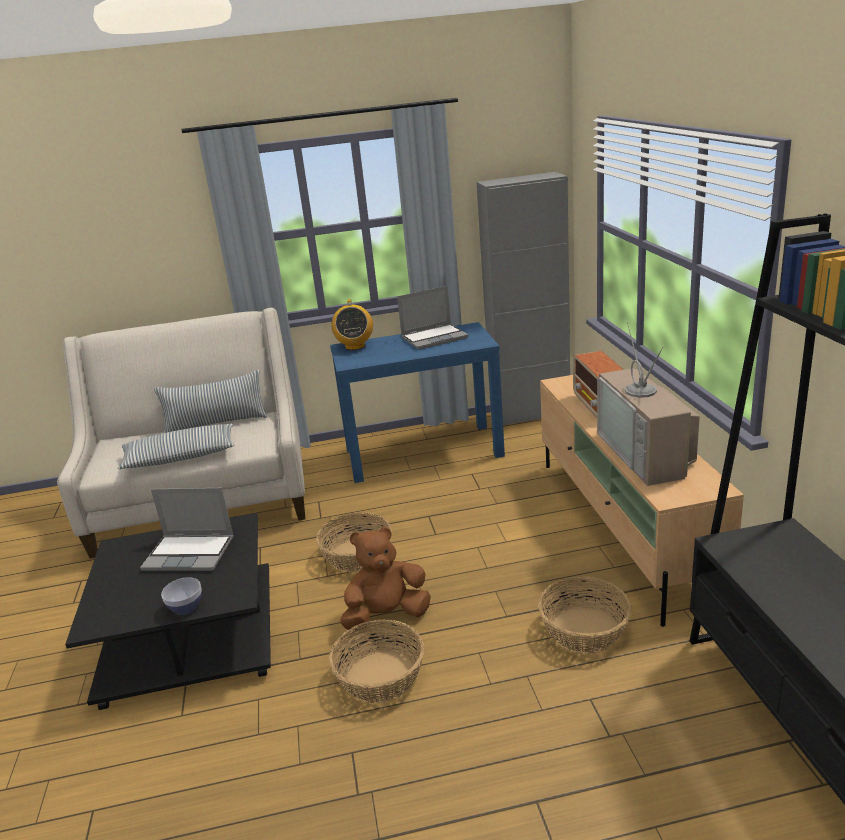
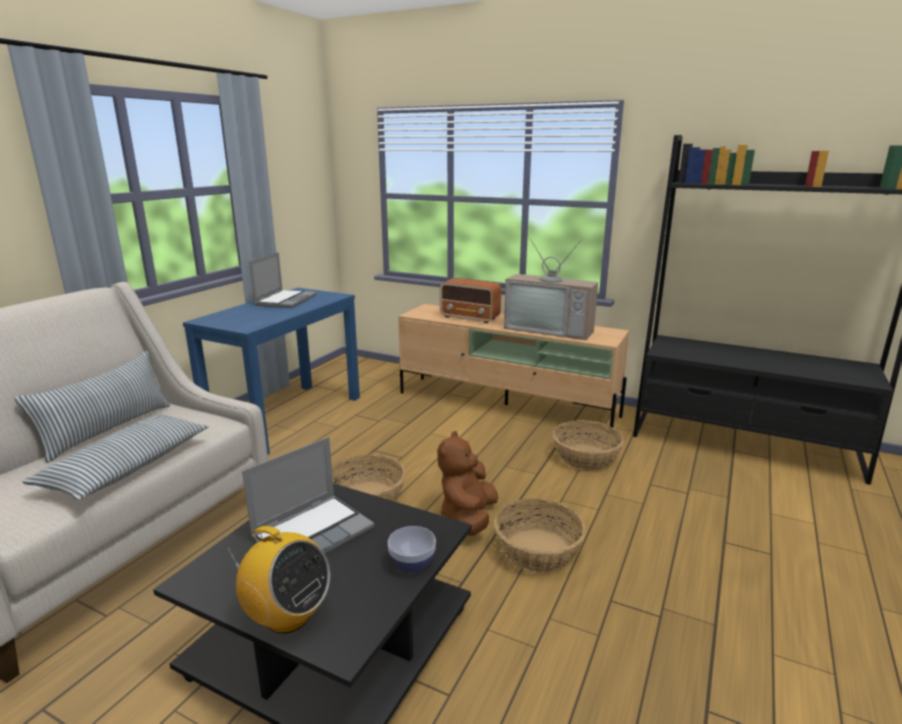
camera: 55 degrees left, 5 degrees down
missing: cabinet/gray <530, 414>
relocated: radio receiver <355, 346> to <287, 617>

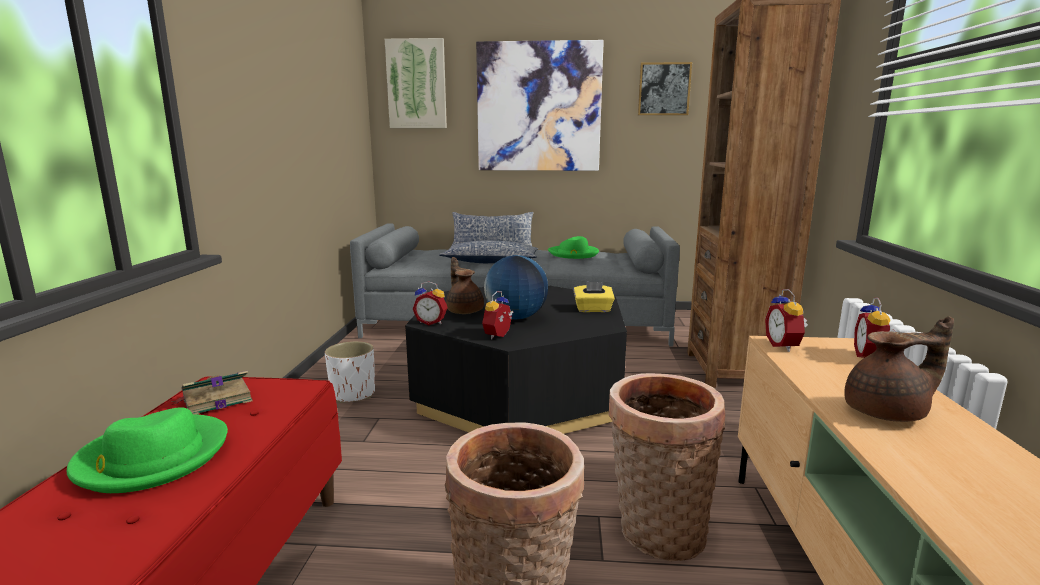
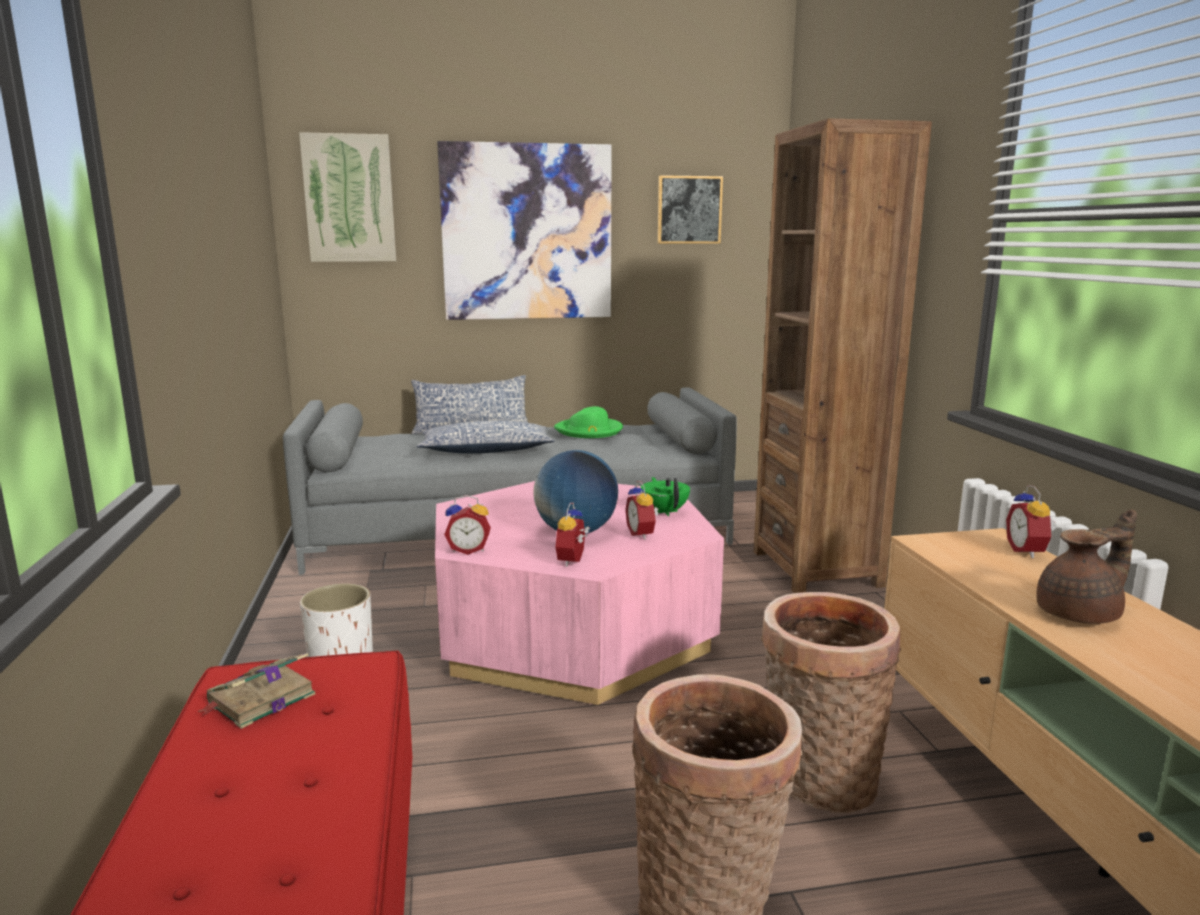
camera: 15 degrees left, 0 degrees up
missing: wearable hat/green-coloured <152, 457>; tea pot/brown <464, 310>
relocated: alarm clock <784, 346> to <642, 534>
exchanged: tissue holder/yellow <593, 309> to tea pot/green-coloured <665, 512>
colour: coffee table/blackish <519, 393> to coffee table/pink <573, 630>

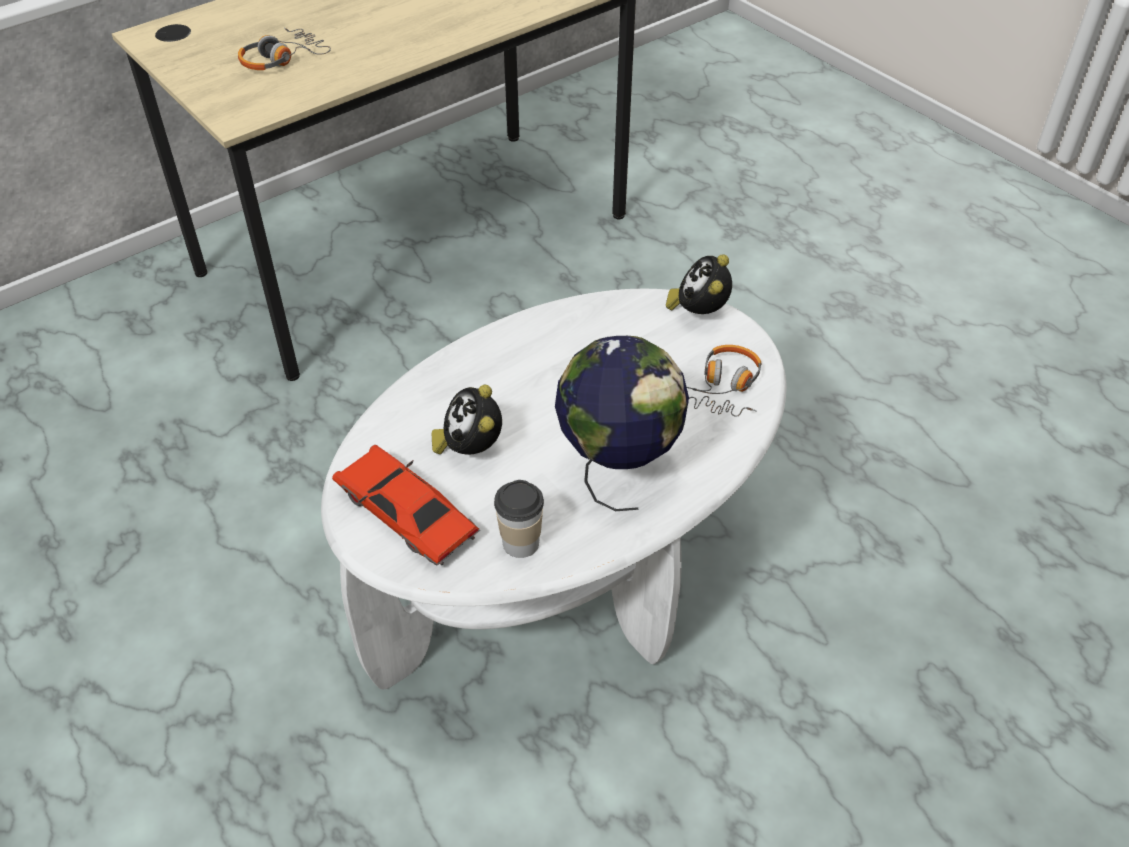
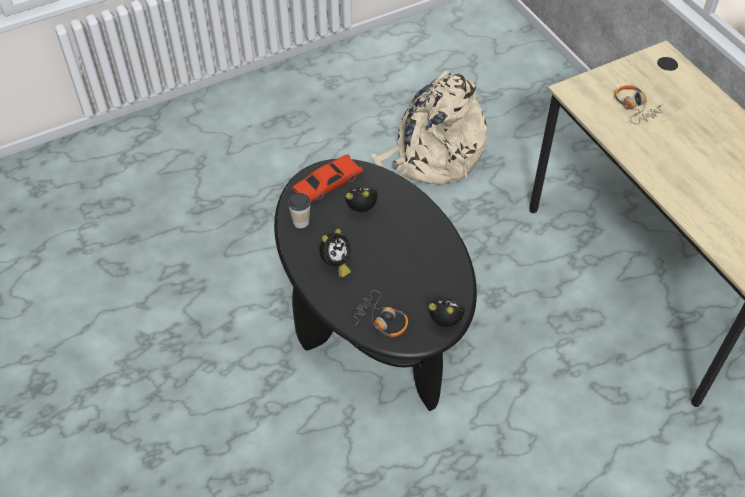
camera: 100 degrees right, 5 degrees up
appeared: backpack/beige-coloured <432, 157>
exchanged: world globe <618, 469> to alarm clock <335, 264>
colour: coffee table/white-coloured <564, 569> to coffee table/blackish <372, 319>

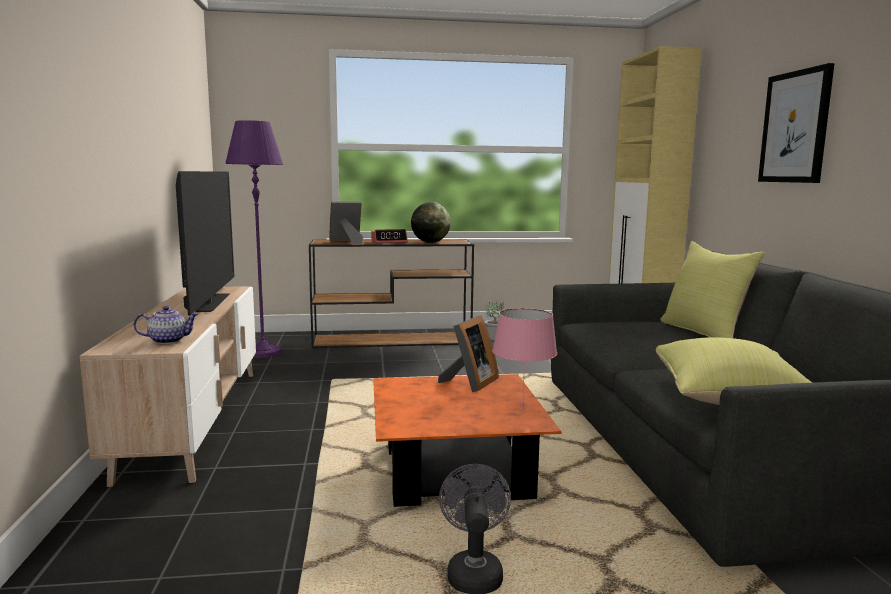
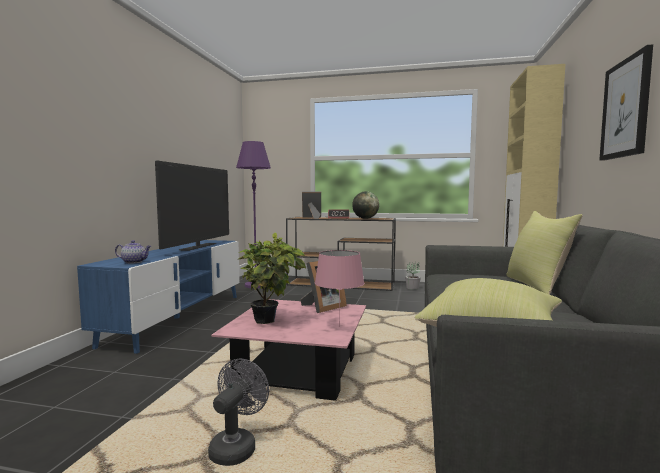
camera: 20 degrees right, 5 degrees down
appeared: plant in a pot <271, 321>
colour: tv stand/beige-coloured <195, 419> to tv stand/blue-coloured <178, 318>; coffee table/orange <456, 471> to coffee table/pink <298, 371>

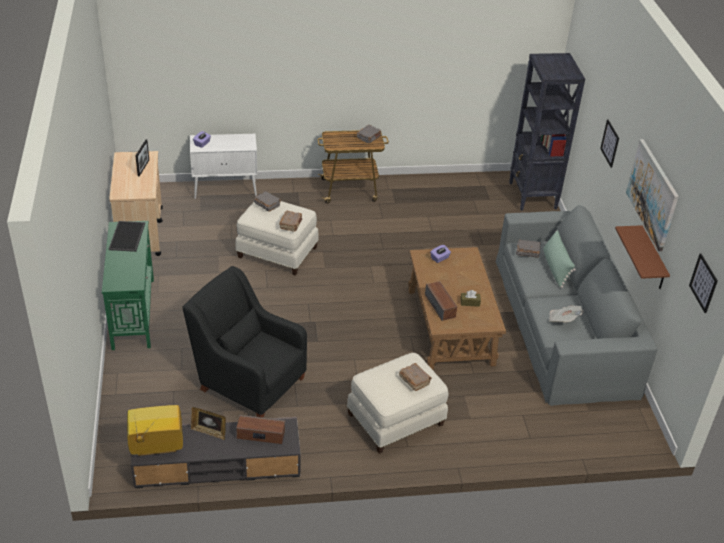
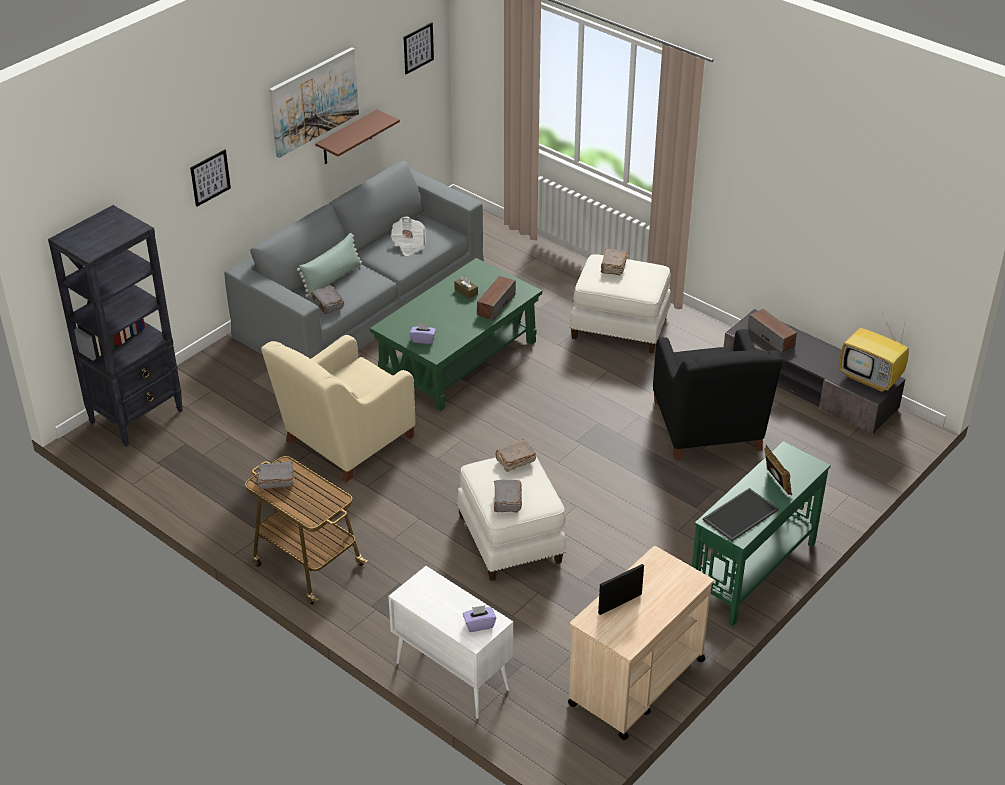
camera: 130 degrees left, 0 degrees up
appeared: armchair/beige-coloured <345, 441>
relocated: standing frame <209, 432> to <775, 483>
colour: coffee table/brown <451, 327> to coffee table/green-coloured <458, 358>

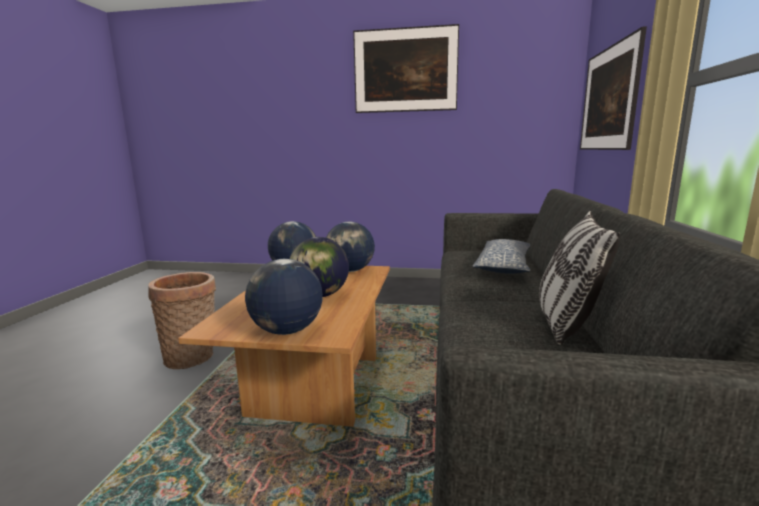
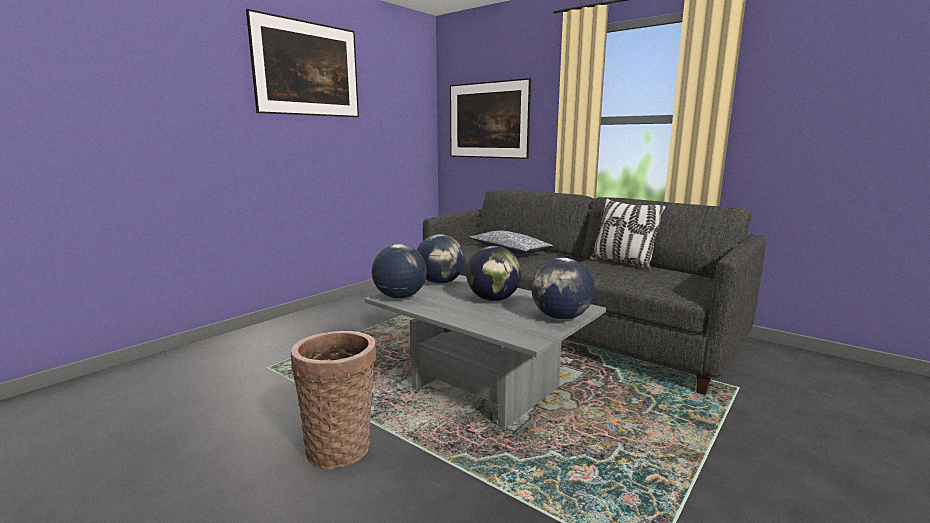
camera: 60 degrees left, 0 degrees up
colour: coffee table/brown <313, 382> to coffee table/gray <481, 388>

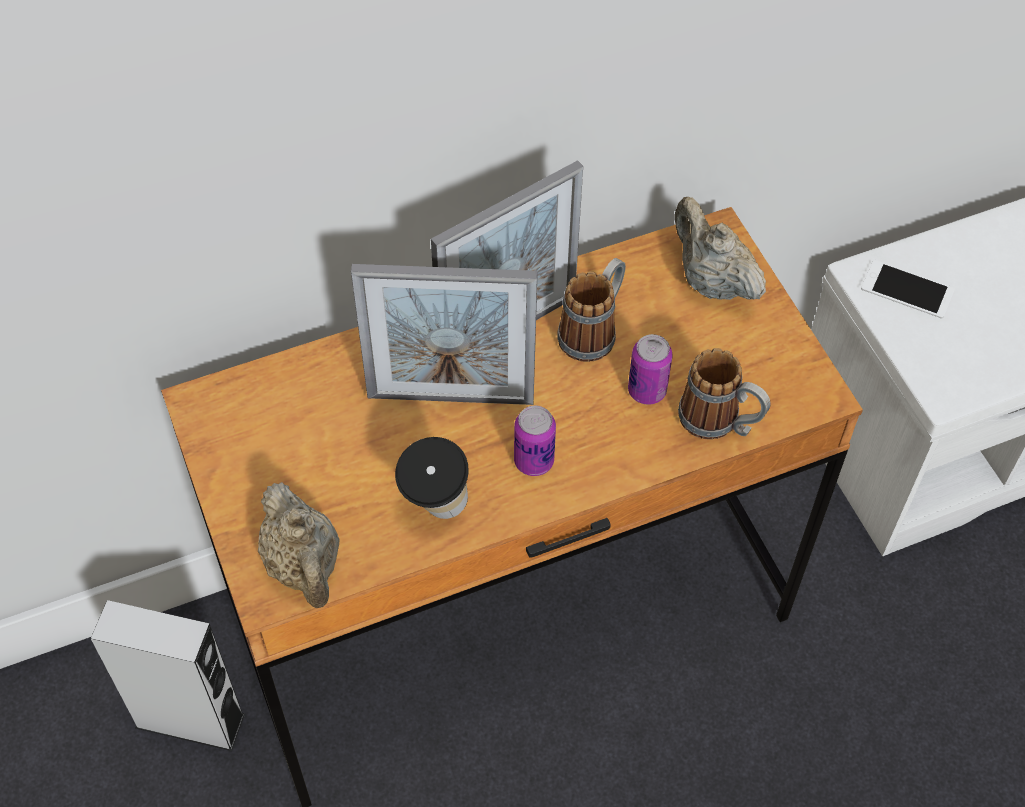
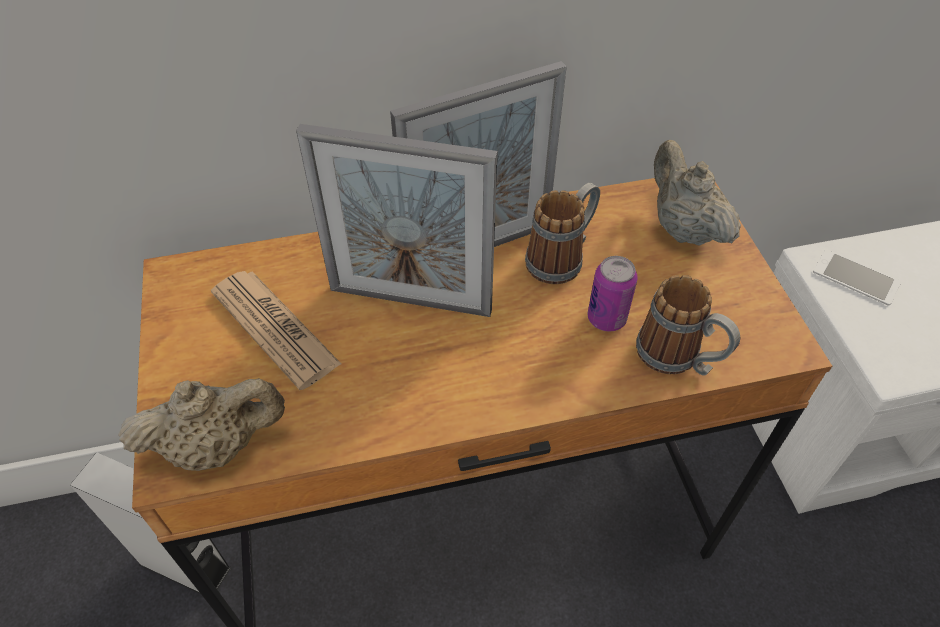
camera: 10 degrees right, 5 degrees down
missing: small cup <436, 511>; sealed can <534, 461>
appeared: printed paper <274, 328>
spun: tea pot/beige-coloured <304, 567> = <217, 445> 90 degrees counterclockwise

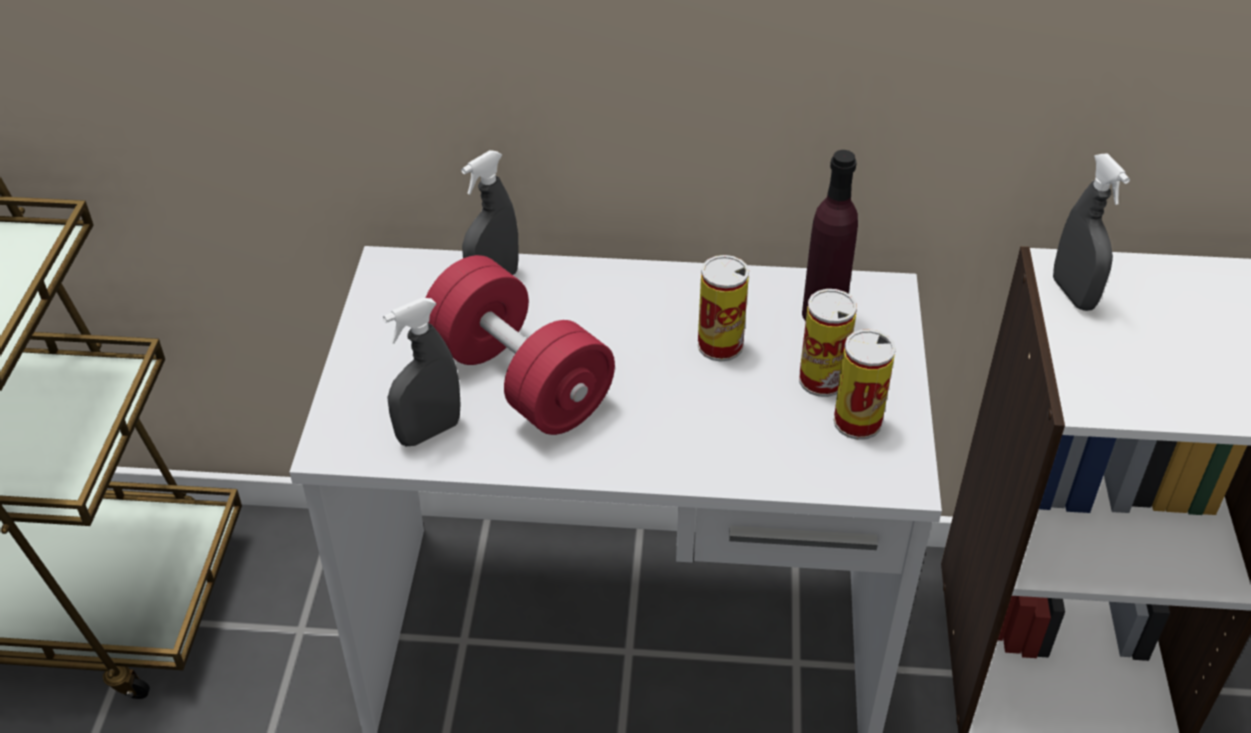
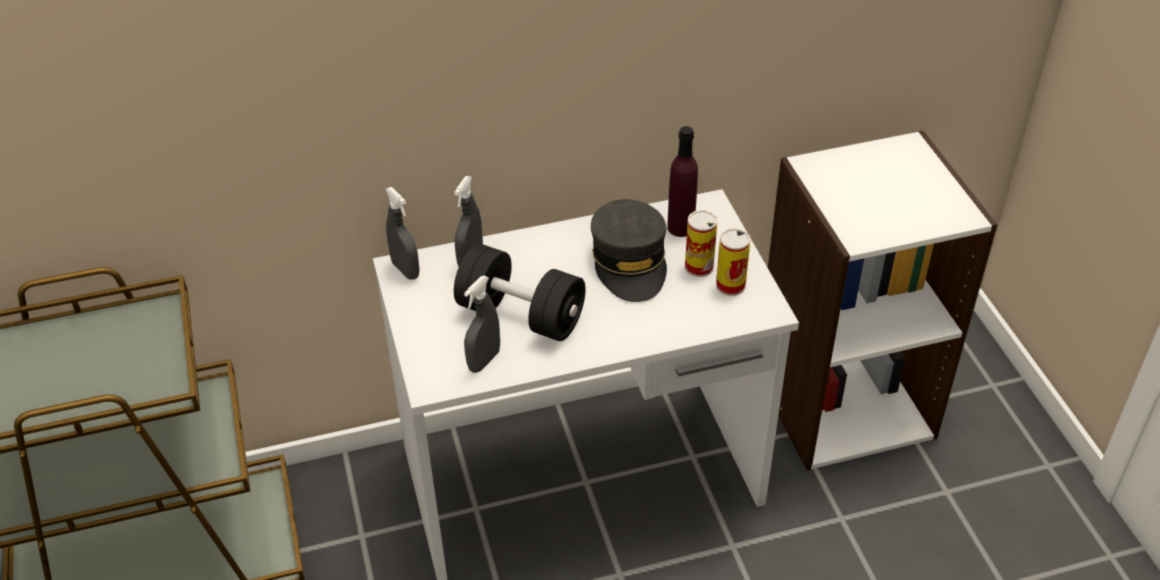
camera: 20 degrees left, 0 degrees up
relocated: spray bottle/gray <1073, 294> to <405, 270>
exchanged: sealed can <720, 345> to baseball cap/gray <630, 262>
colour: hand weight/red <519, 379> to hand weight/blackish <521, 315>

